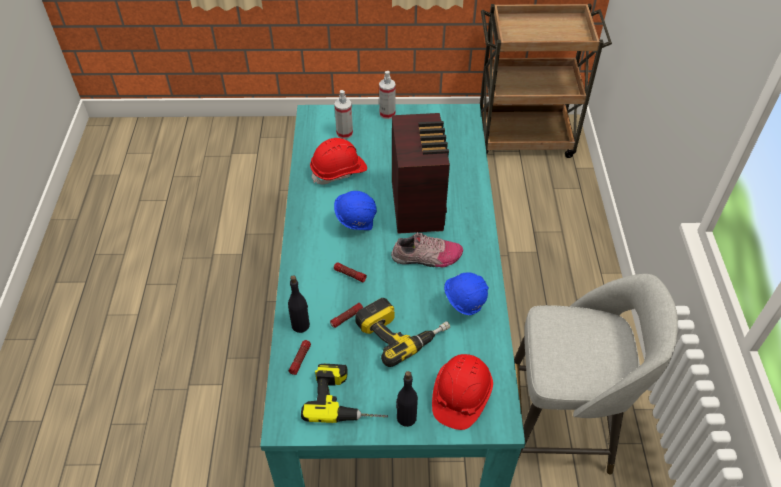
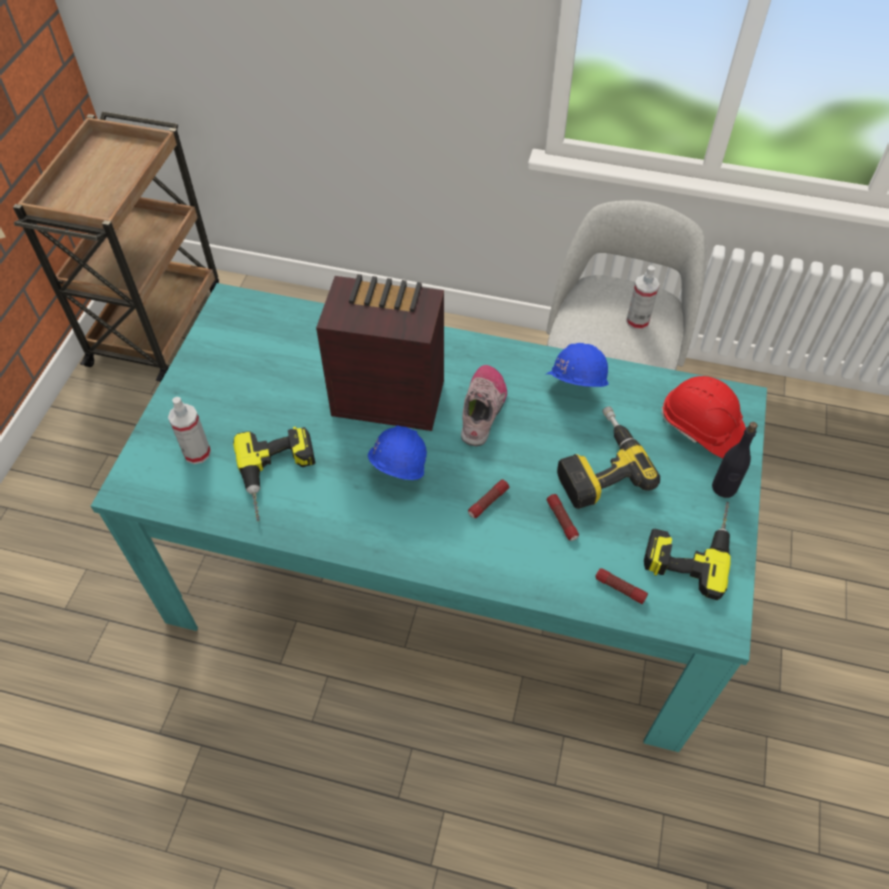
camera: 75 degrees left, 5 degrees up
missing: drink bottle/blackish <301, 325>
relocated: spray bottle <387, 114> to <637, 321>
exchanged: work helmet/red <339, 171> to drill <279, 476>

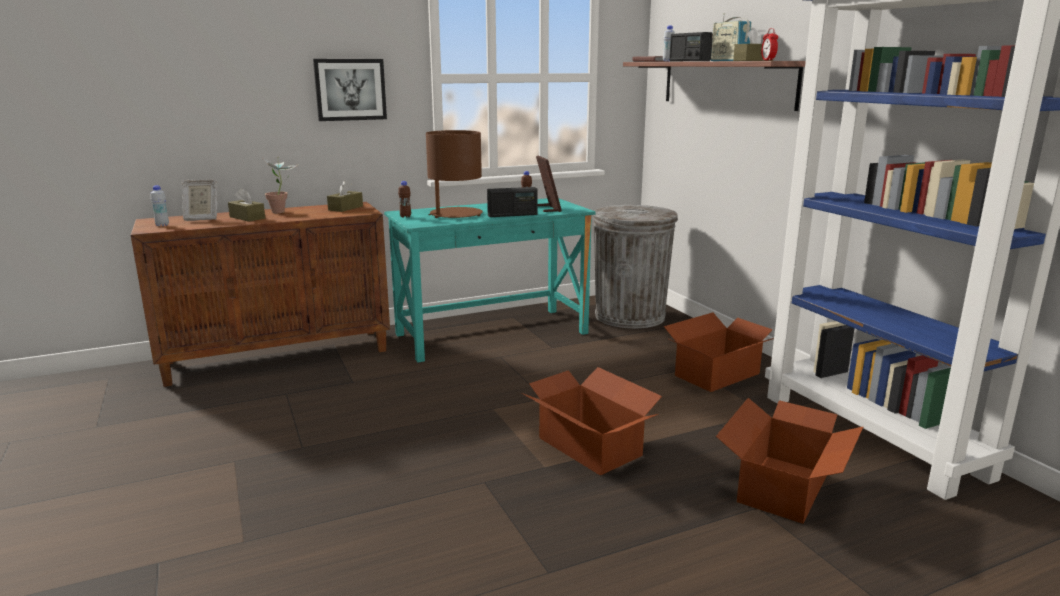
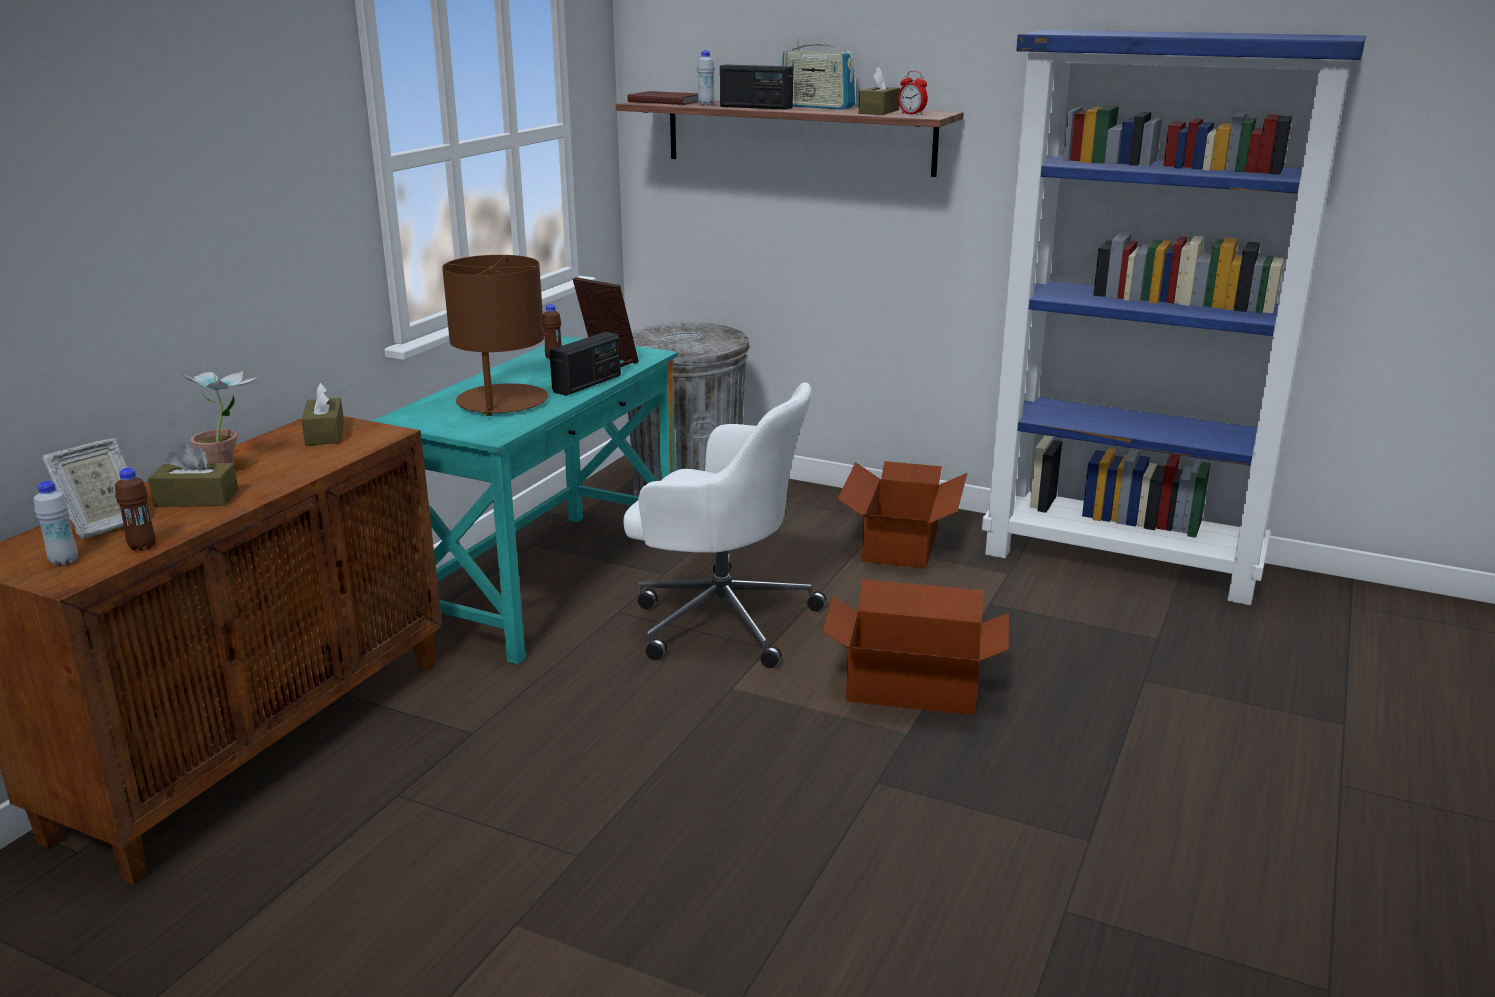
camera: 40 degrees left, 5 degrees up
missing: picture <350, 89>; cardboard box <784, 488>
appeared: office chair/white-coloured <720, 618>
relocated: drink bottle/brown <405, 216> to <142, 546>

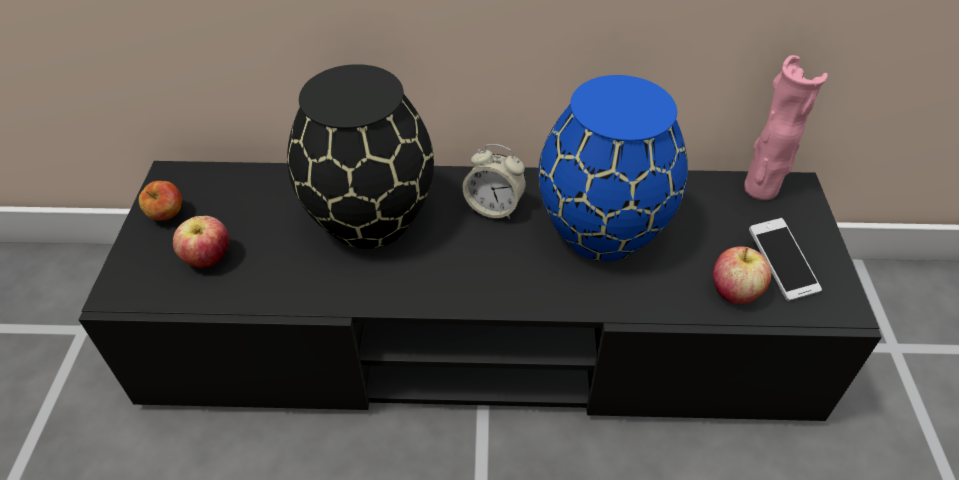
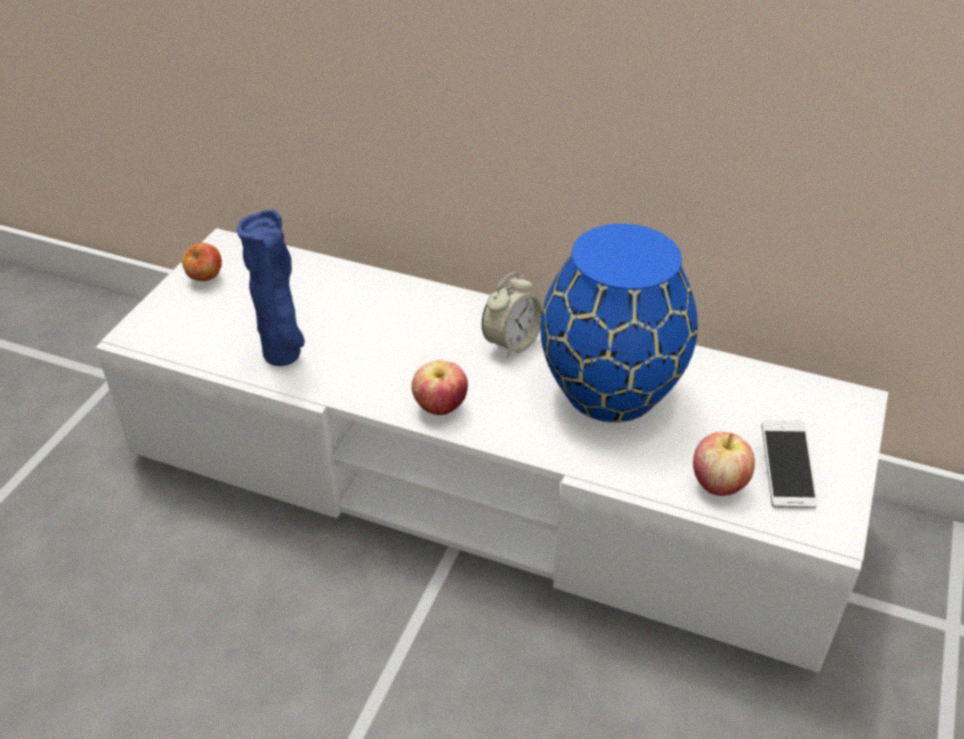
camera: 20 degrees right, 5 degrees down
missing: decorative vase/blackish <368, 217>; decorative vase/pink <761, 189>
appeared: decorative vase/blue-coloured <284, 356>
relocated: whole apple <208, 259> to <440, 407>
colour: tv stand/blackish <479, 333> to tv stand/white-coloured <482, 481>
spun: alarm clock <494, 207> = <512, 343> 90 degrees counterclockwise

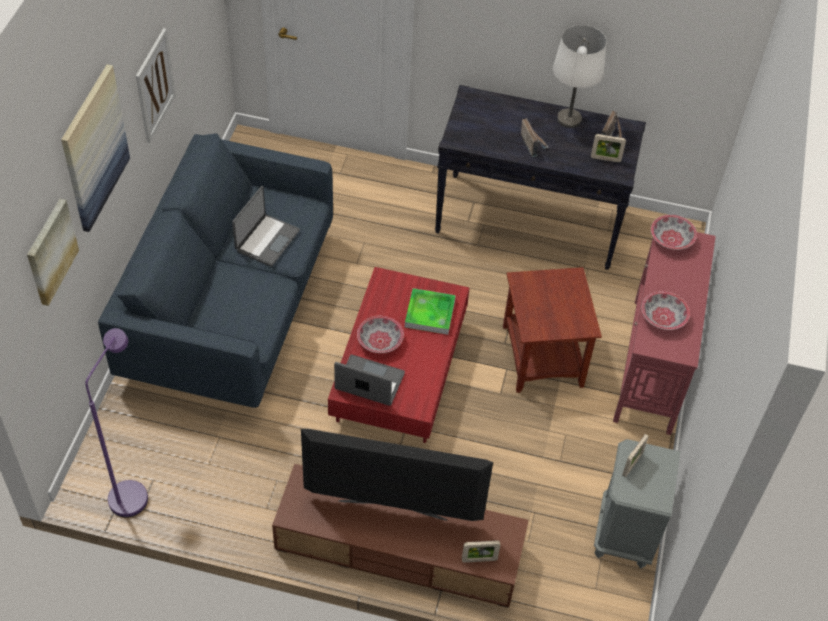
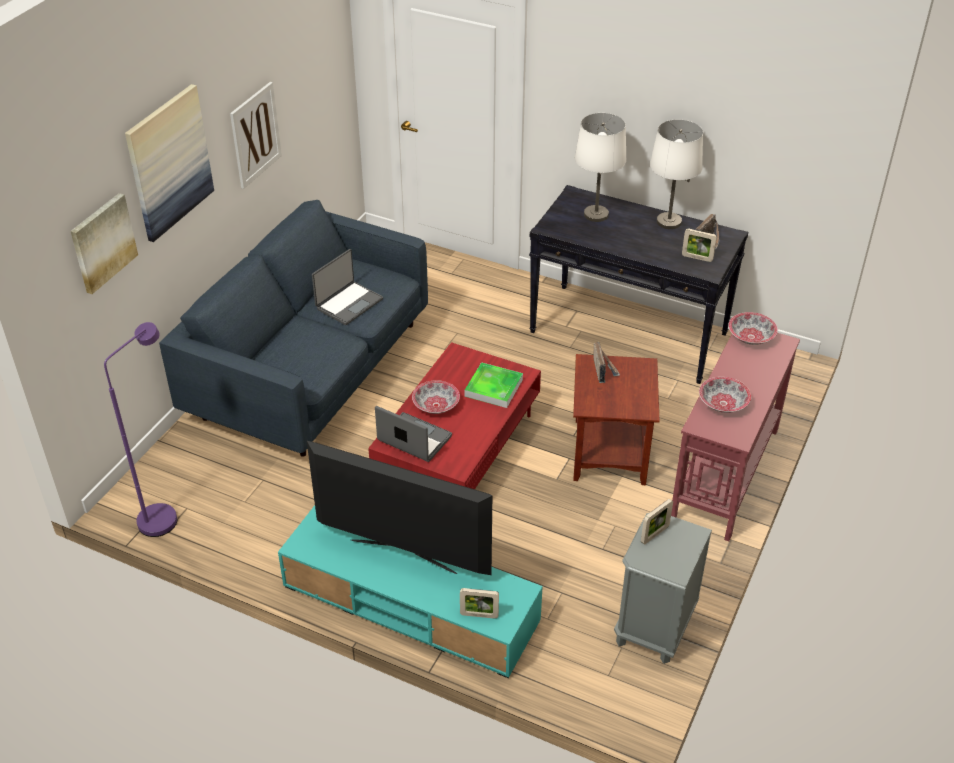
camera: 15 degrees right, 10 degrees down
appeared: tabletop lamp/white-coloured <595, 214>
relocated: radio receiver <532, 143> to <604, 370>
colour: tv stand/brown <399, 547> to tv stand/turquoise <410, 604>

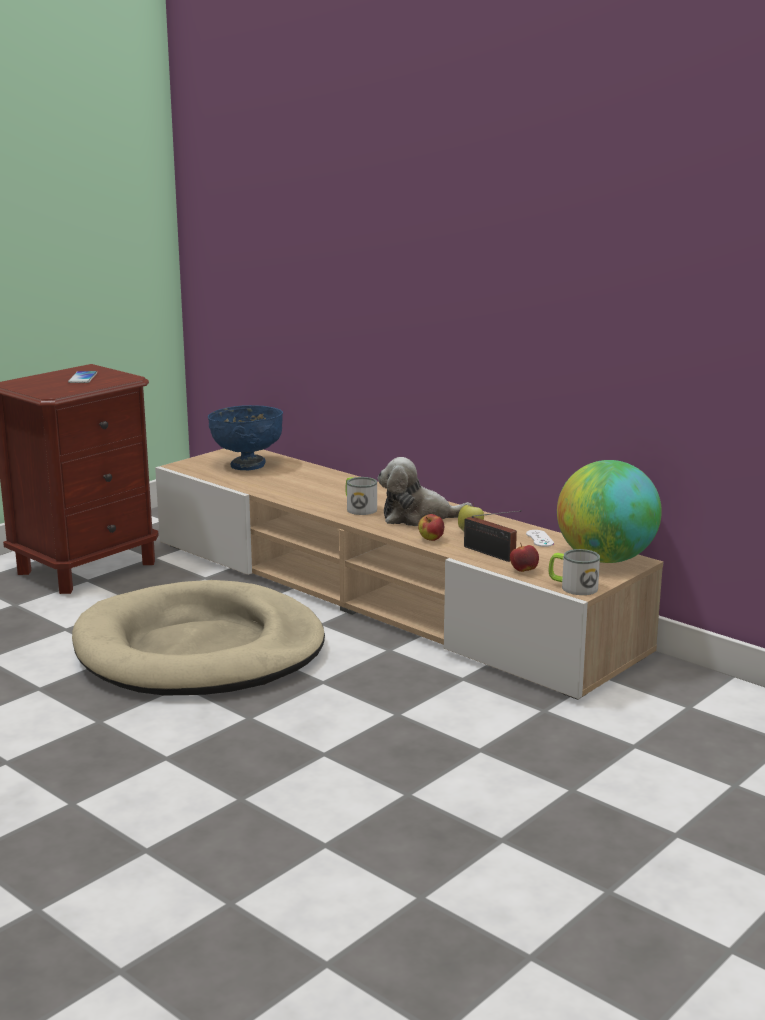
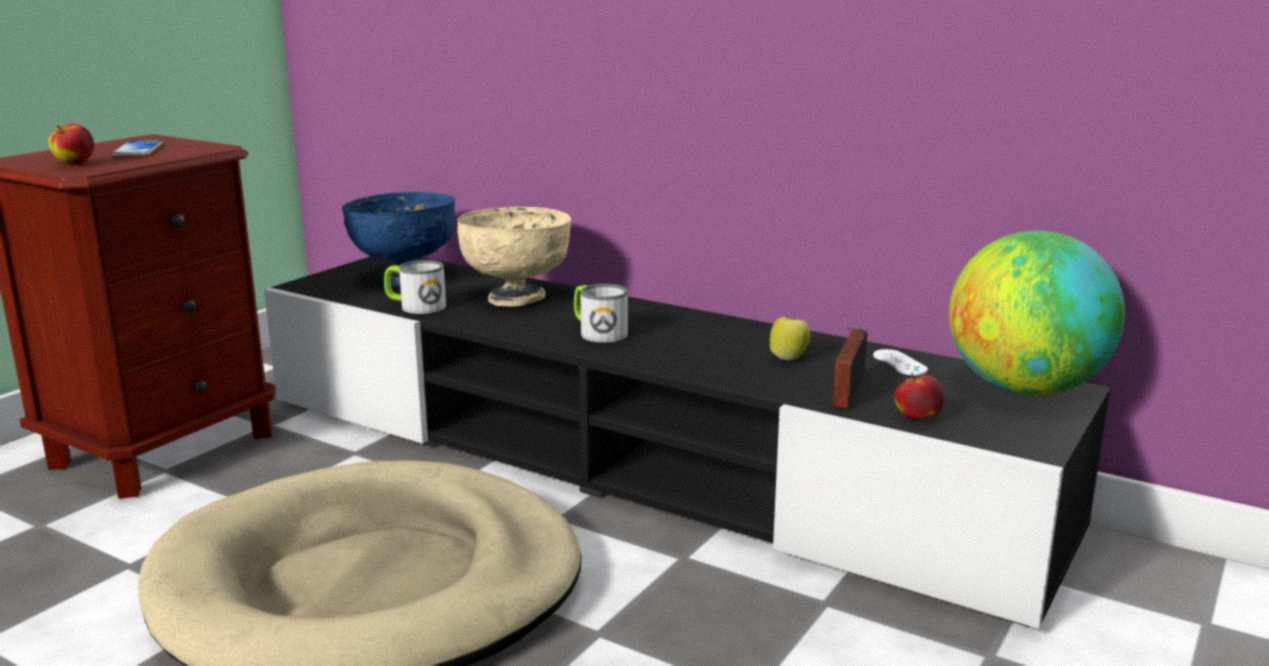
camera: 10 degrees left, 0 degrees up
missing: soft toy <418, 517>
appeared: serving bowl/beige-coloured <516, 299>
relocated: whole apple <431, 539> to <74, 164>; mug <572, 587> to <415, 306>
colour: tv stand/beige-coloured <383, 596> to tv stand/blackish <636, 463>
spun: radio receiver <491, 554> = <846, 393> 75 degrees clockwise

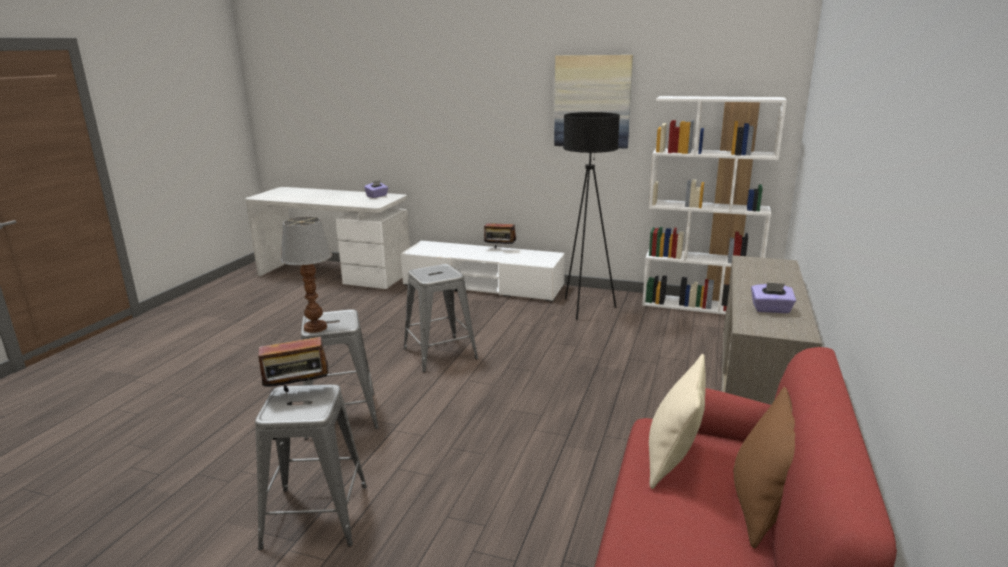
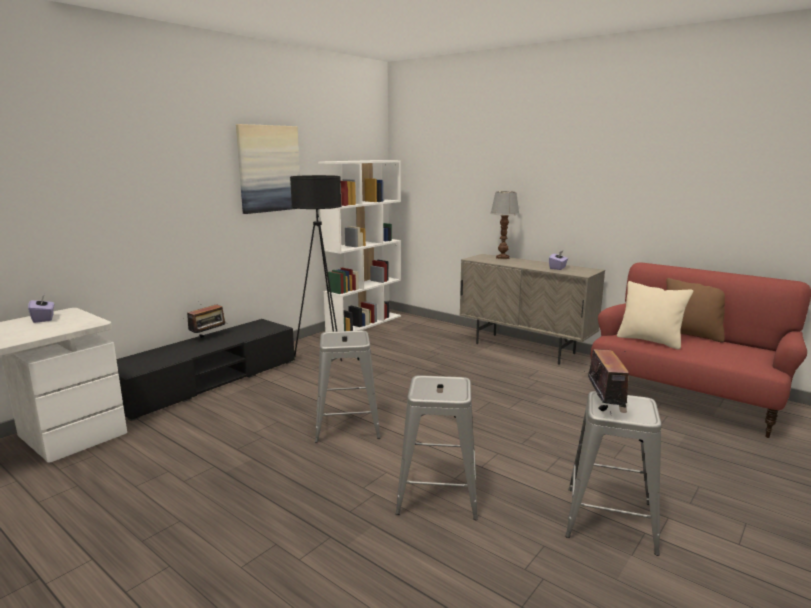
camera: 70 degrees left, 5 degrees down
relocated: tabletop lamp <316, 327> to <502, 257>
colour: tv stand/white-coloured <483, 285> to tv stand/blackish <208, 381>

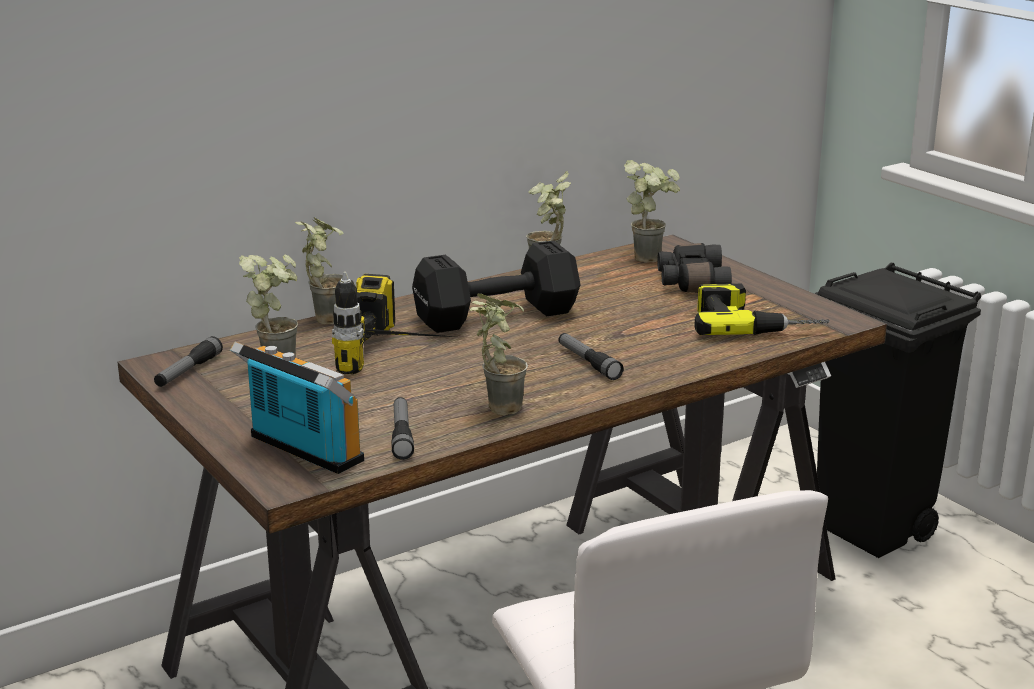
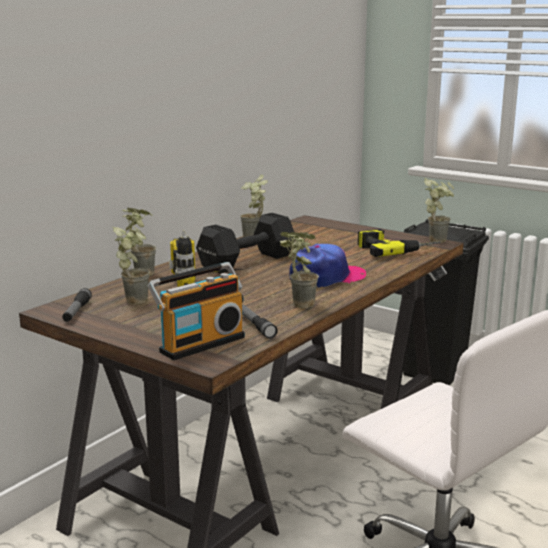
camera: 20 degrees left, 5 degrees down
missing: pair of binoculars/blackish <691, 282>
relocated: plant in a pot <651, 256> to <437, 239>
exchanged: torch <588, 363> to baseball cap <326, 277>
spun: radio receiver <301, 451> = <200, 343> 120 degrees clockwise

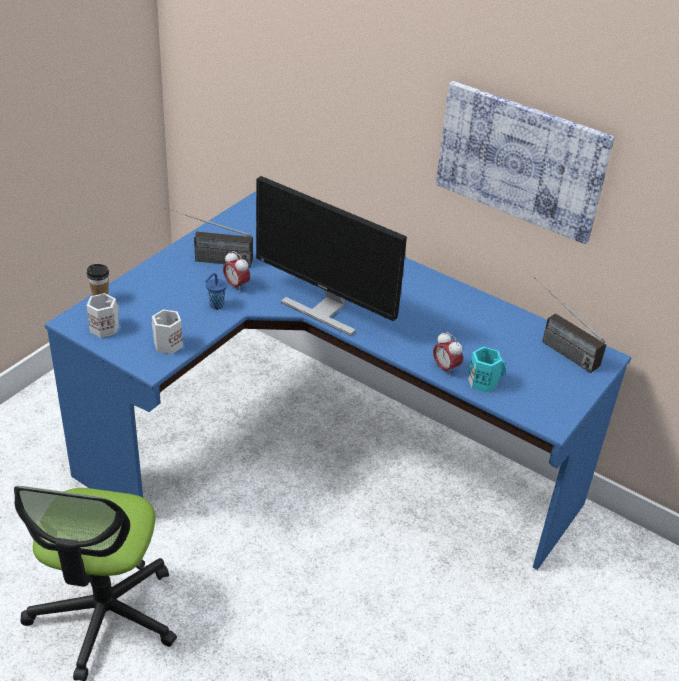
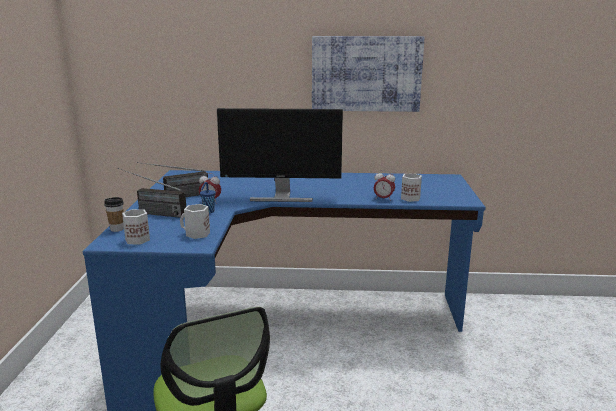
camera: 30 degrees left, 20 degrees down
relocated: radio receiver <556, 346> to <150, 213>
colour: mug/turquoise <483, 381> to mug/white-coloured <410, 198>

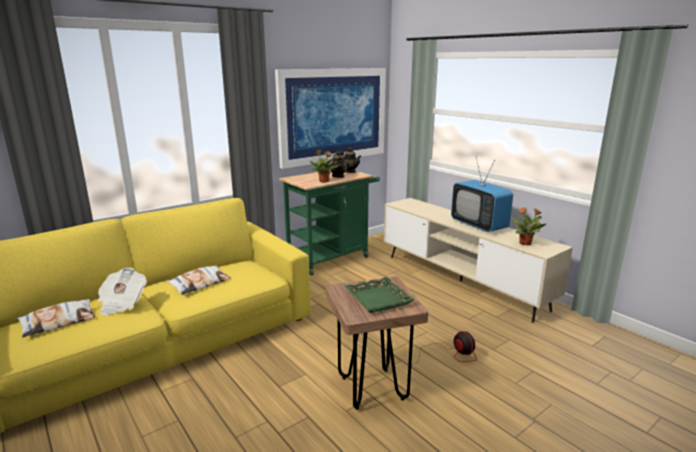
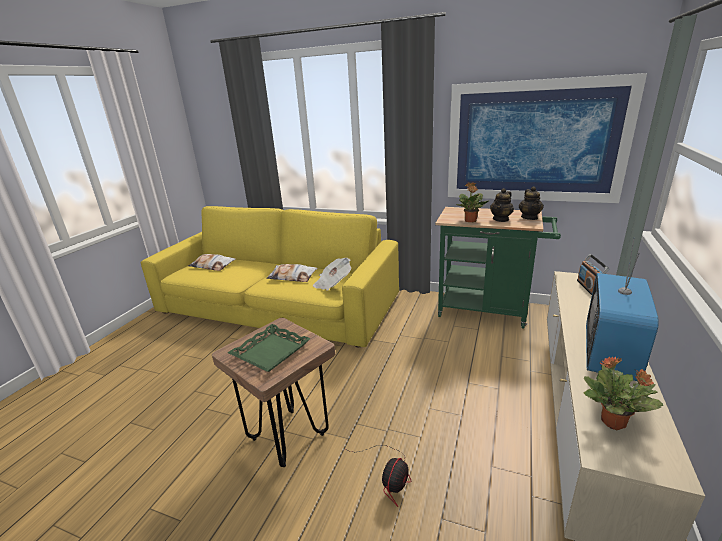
camera: 60 degrees right, 5 degrees up
appeared: radio receiver <588, 287>
relocated: printed paper <122, 303> to <332, 283>

